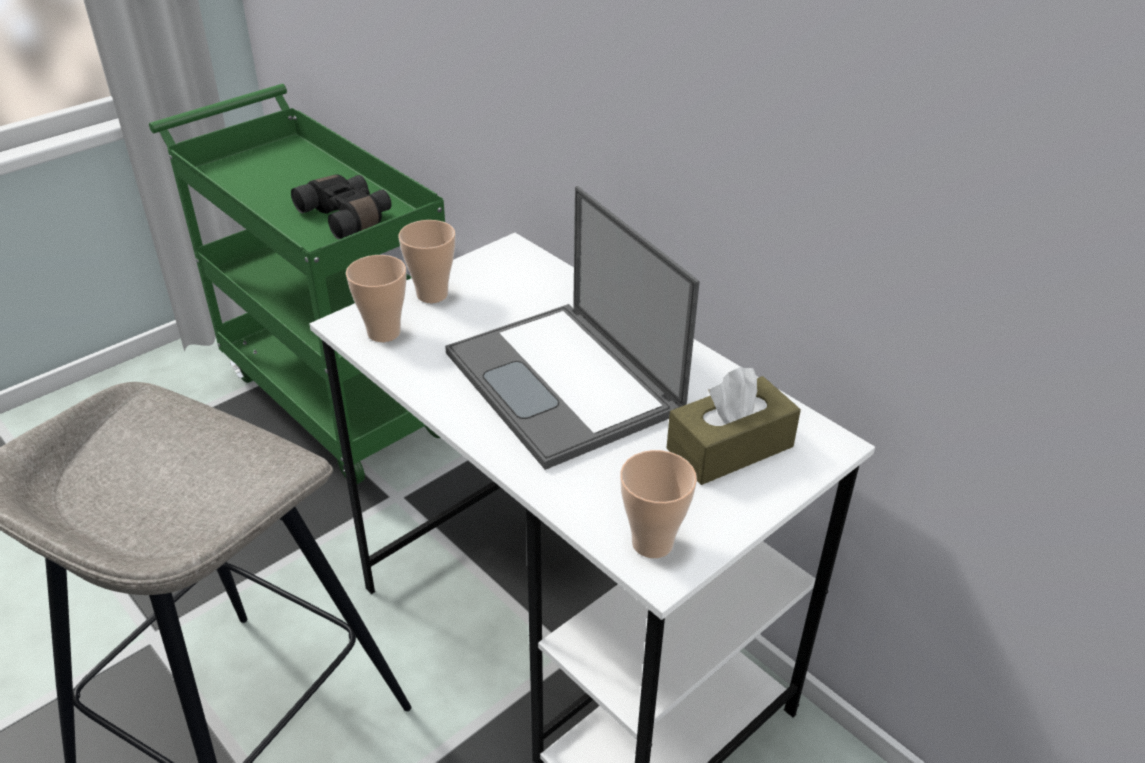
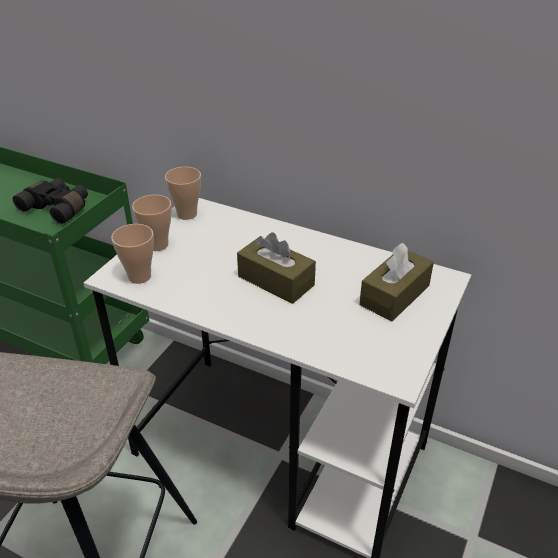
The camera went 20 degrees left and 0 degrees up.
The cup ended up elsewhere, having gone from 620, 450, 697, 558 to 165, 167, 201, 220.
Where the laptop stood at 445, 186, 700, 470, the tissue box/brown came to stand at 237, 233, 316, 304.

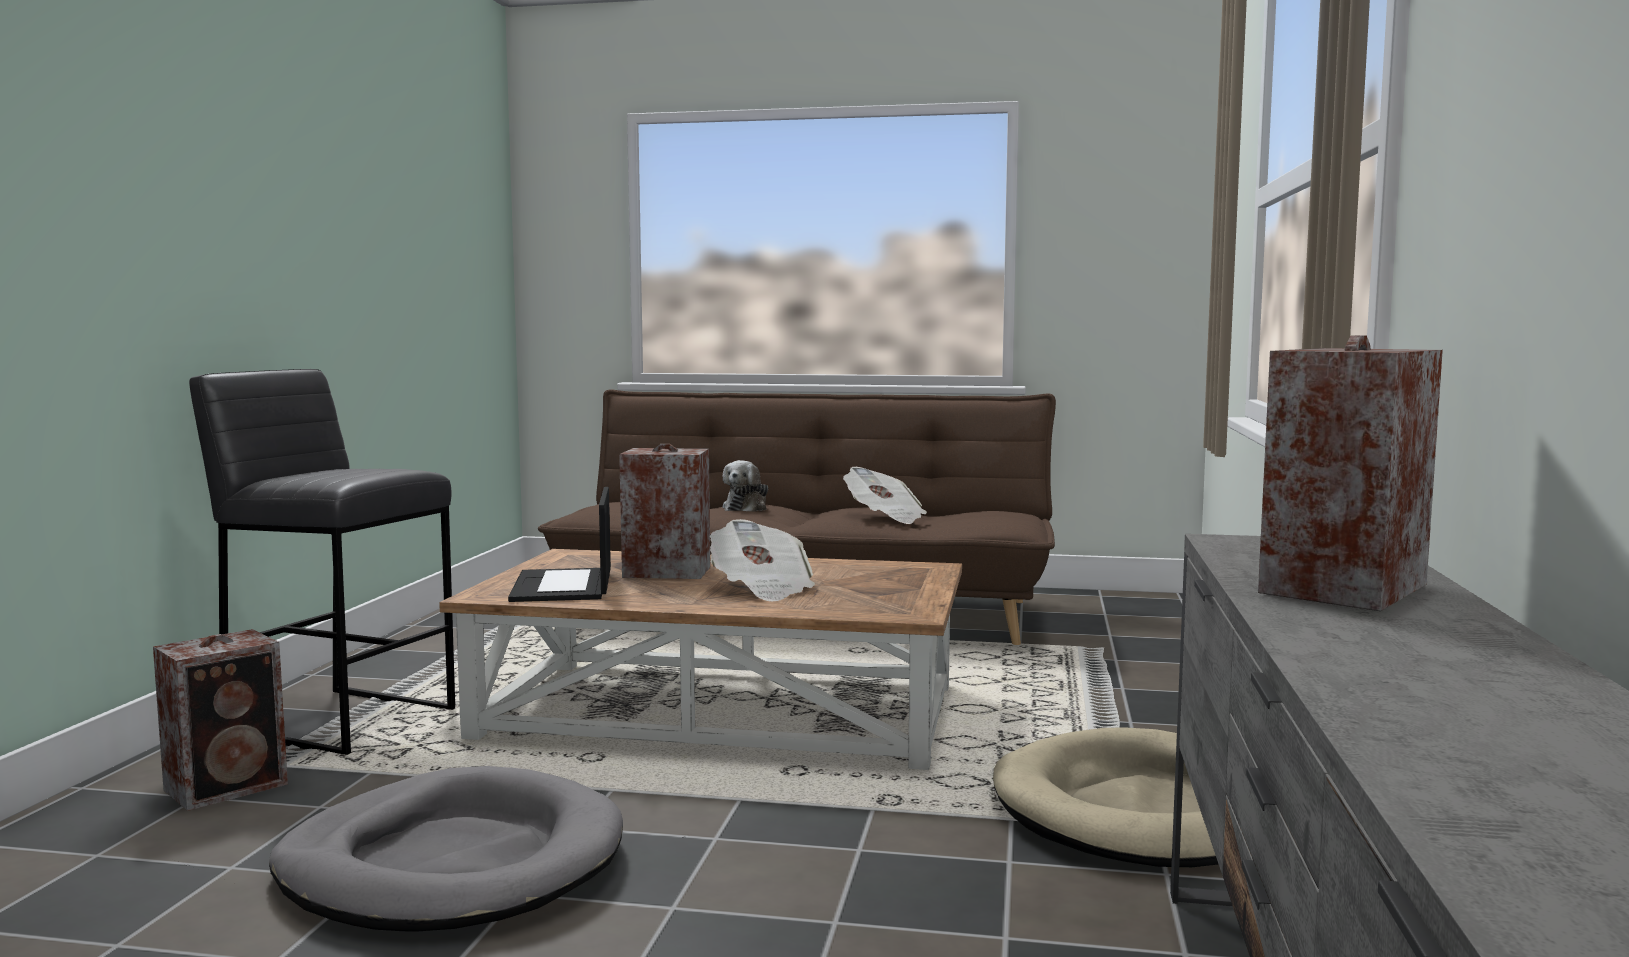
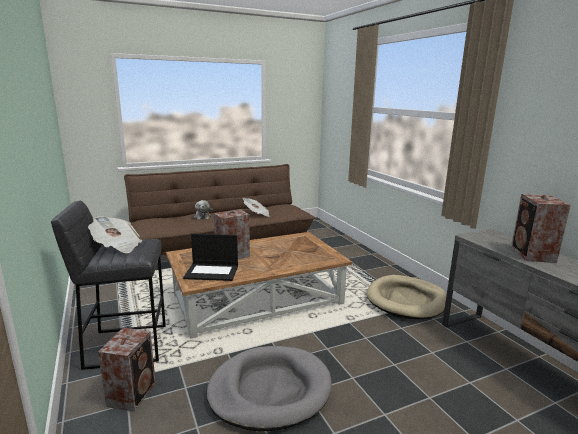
The camera went 35 degrees left and 10 degrees up.
The newspaper ended up elsewhere, having gone from 710, 519, 815, 602 to 88, 216, 142, 253.
The laptop at 508, 487, 611, 602 ended up facing another way, 45 degrees counterclockwise from before.

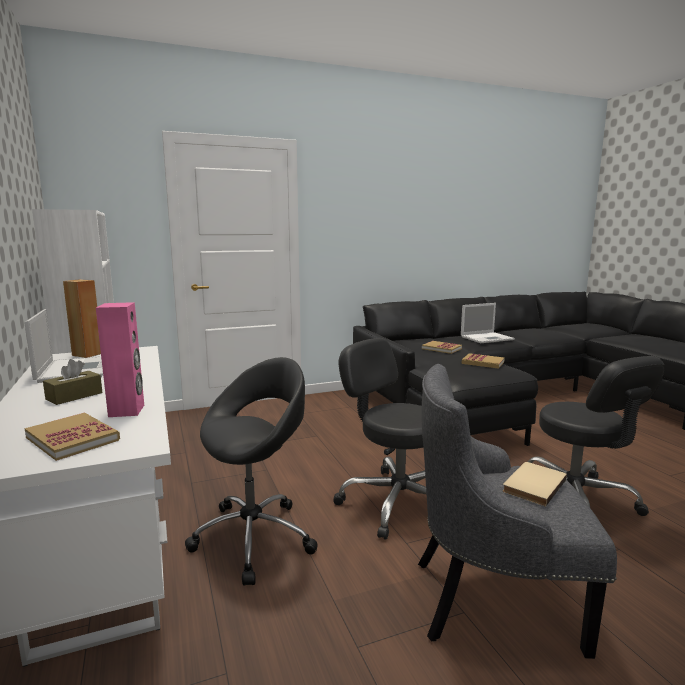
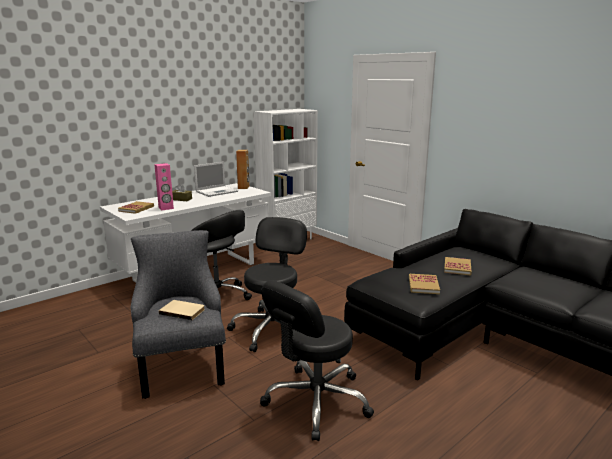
The camera went 70 degrees right and 5 degrees up.
The second view lost the laptop at 461, 303, 515, 343.

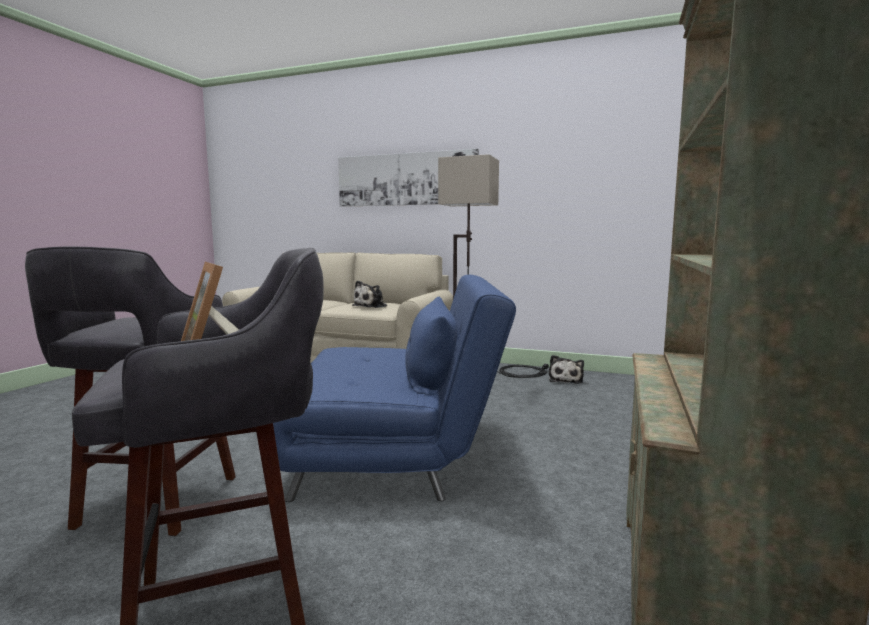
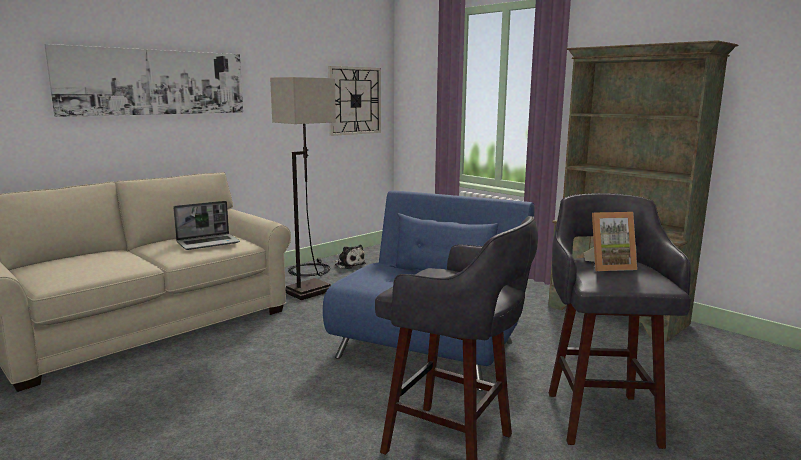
The camera went 65 degrees left and 5 degrees up.
Where the plush toy stood at 352, 280, 387, 308, the laptop came to stand at 173, 201, 240, 250.
The second view gained the wall clock at 328, 66, 381, 136.

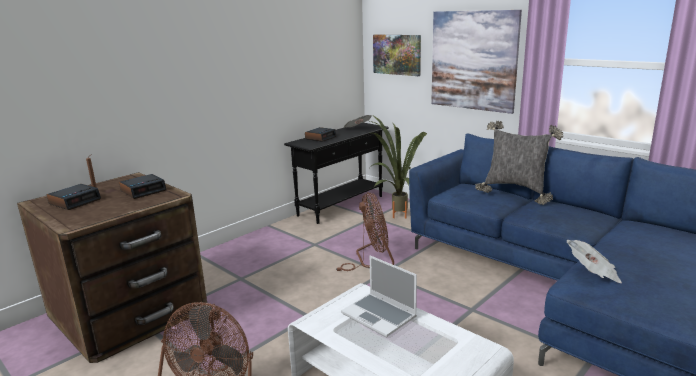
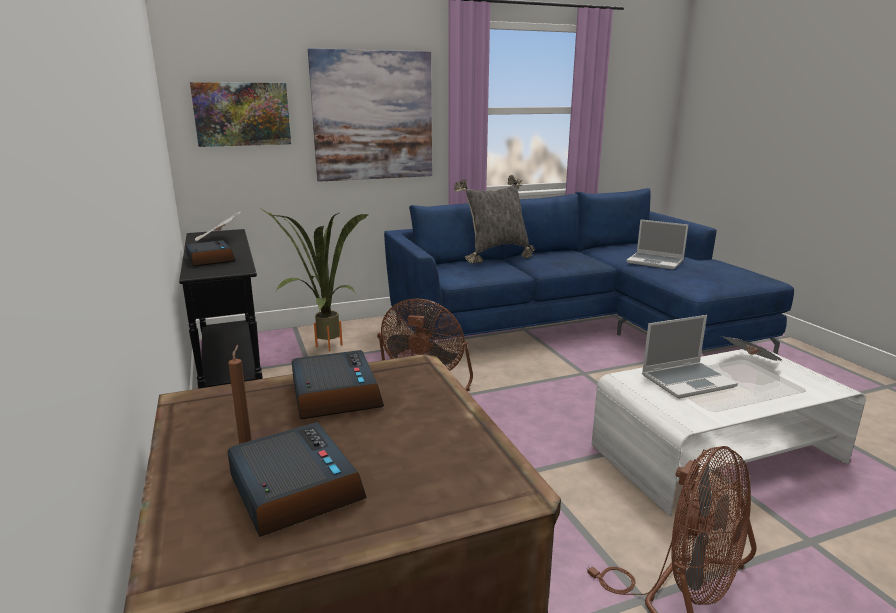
The camera went 65 degrees left and 0 degrees up.
The second view gained the laptop at 626, 219, 688, 269.
The newspaper ended up elsewhere, having gone from 566, 240, 622, 283 to 721, 336, 783, 362.

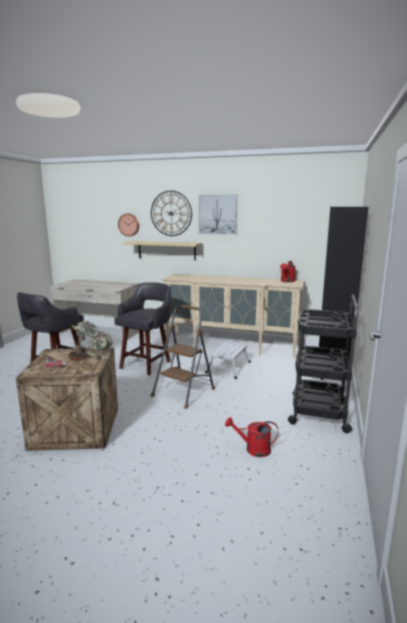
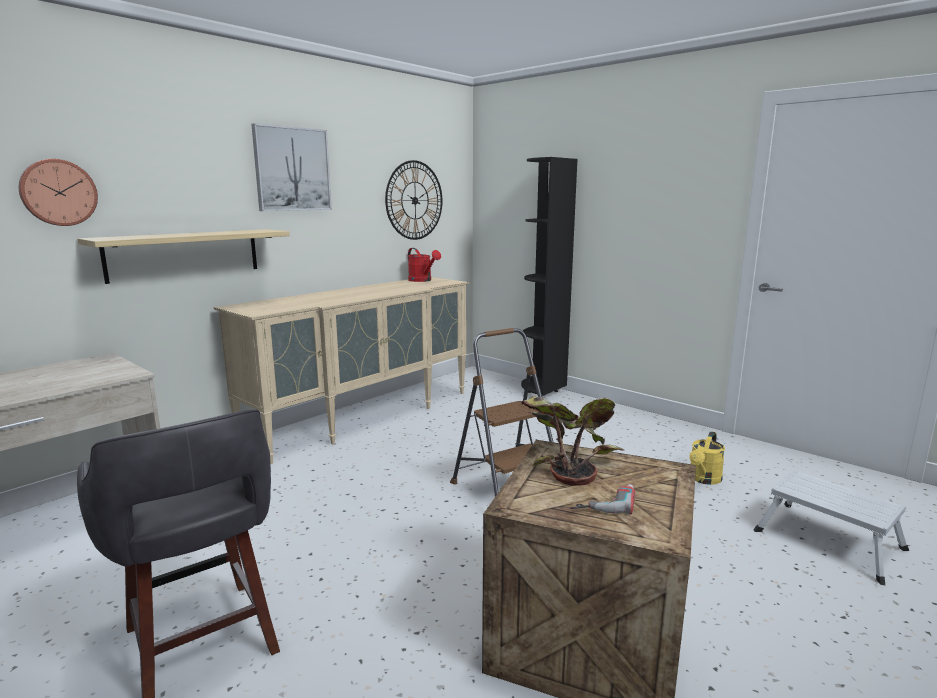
The camera went 65 degrees left and 0 degrees up.
The wall clock ended up elsewhere, having gone from 151, 190, 192, 236 to 385, 160, 443, 240.
What was the watering can/red at 225, 417, 278, 457 turned into the watering can/yellow at 689, 431, 725, 485.
The step ladder/white ended up elsewhere, having gone from 205, 342, 251, 379 to 753, 470, 909, 585.
The second view lost the stool/grey at 114, 282, 171, 375.
The second view lost the cart/black at 288, 294, 358, 433.

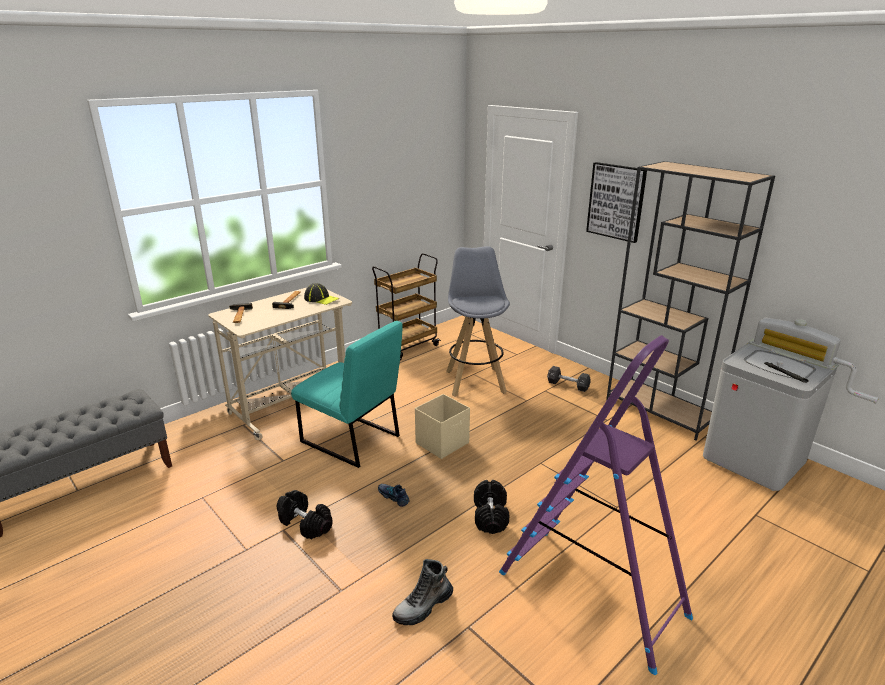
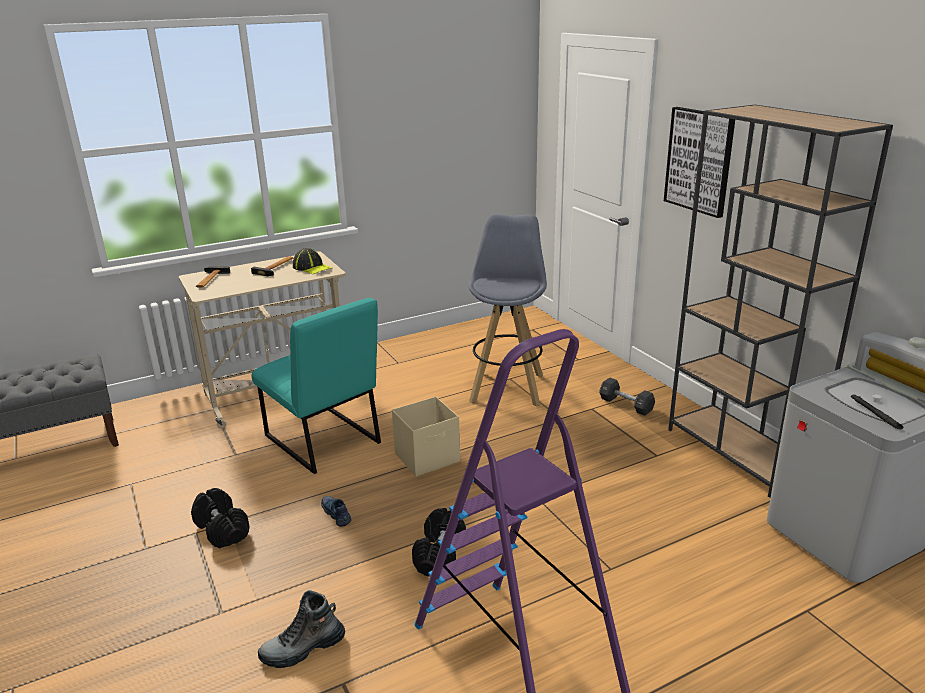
The camera went 15 degrees right and 0 degrees up.
The second view lost the cart/brown at 372, 253, 441, 361.

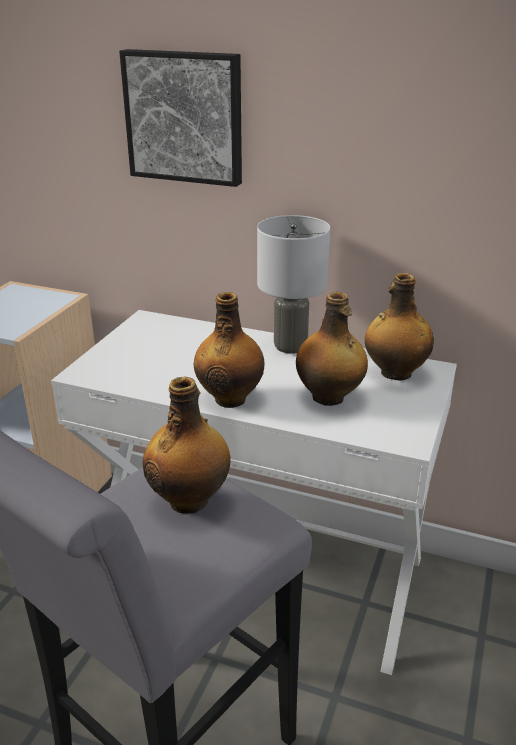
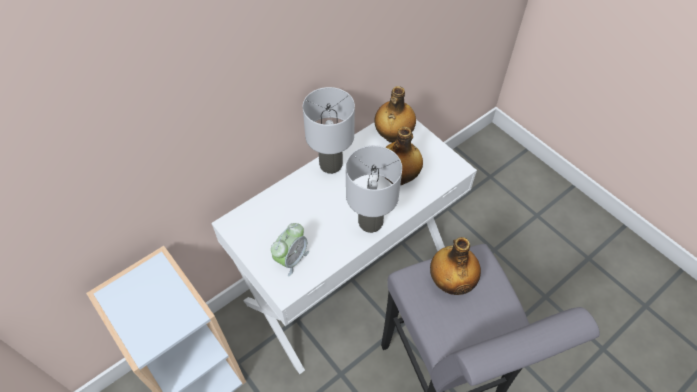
The camera went 60 degrees left and 25 degrees up.
The second view gained the alarm clock at 271, 223, 309, 277.
Where the bottle stood at 193, 292, 264, 408, the table lamp/white came to stand at 346, 145, 402, 233.
The second view lost the picture at 119, 49, 242, 187.

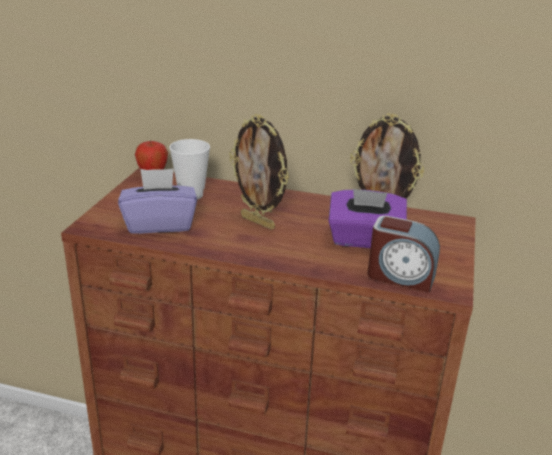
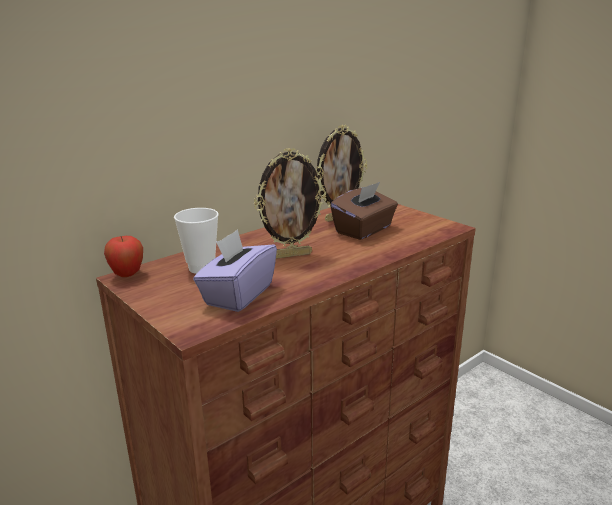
The camera went 55 degrees left and 5 degrees down.
What was the tissue box/purple at 328, 188, 407, 248 turned into the tissue box/brown at 330, 182, 398, 240.
The second view lost the alarm clock at 368, 216, 440, 292.

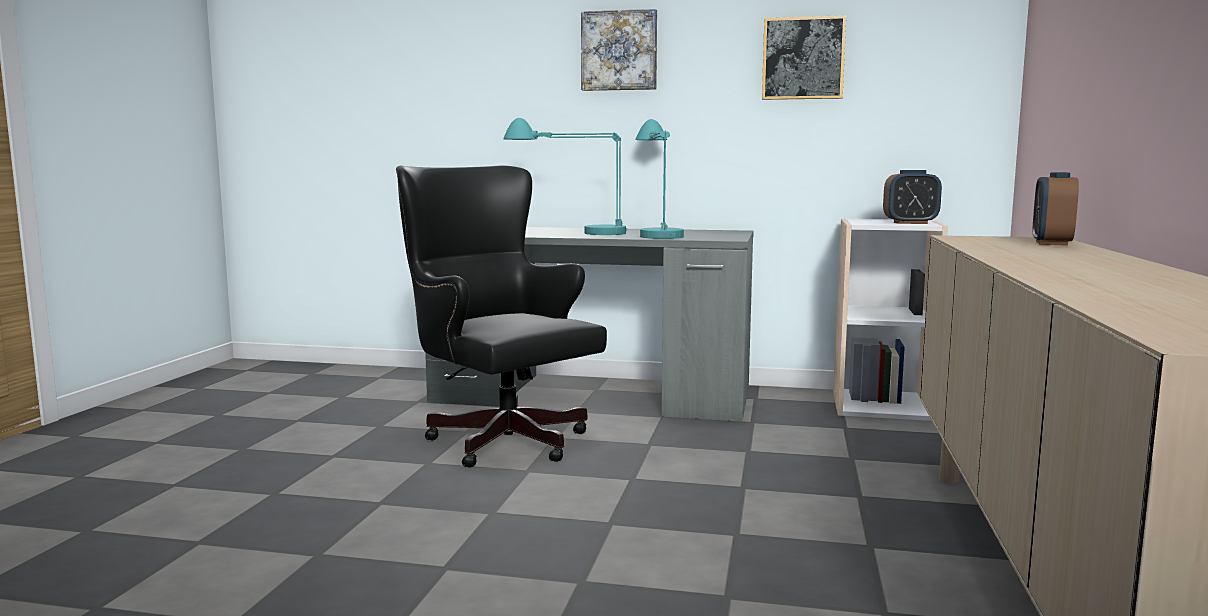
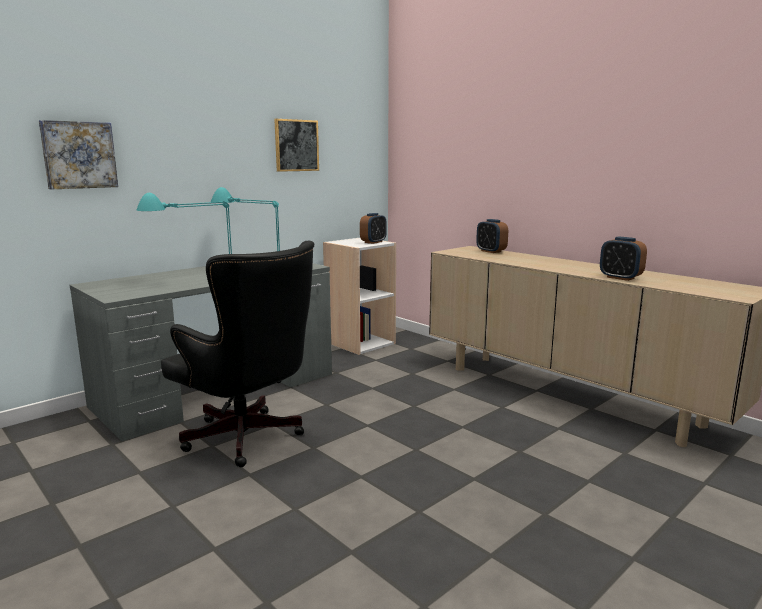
The camera went 55 degrees left and 5 degrees up.
The picture ended up elsewhere, having gone from 581, 9, 657, 91 to 39, 120, 118, 189.
The office chair/black at 396, 165, 607, 468 ended up facing another way, 135 degrees counterclockwise from before.
The second view gained the alarm clock at 600, 236, 647, 281.

